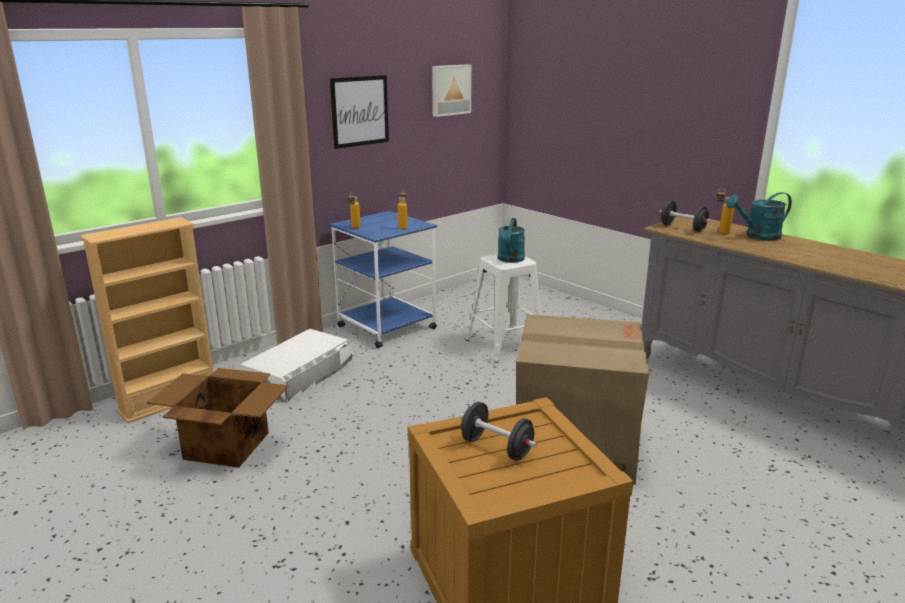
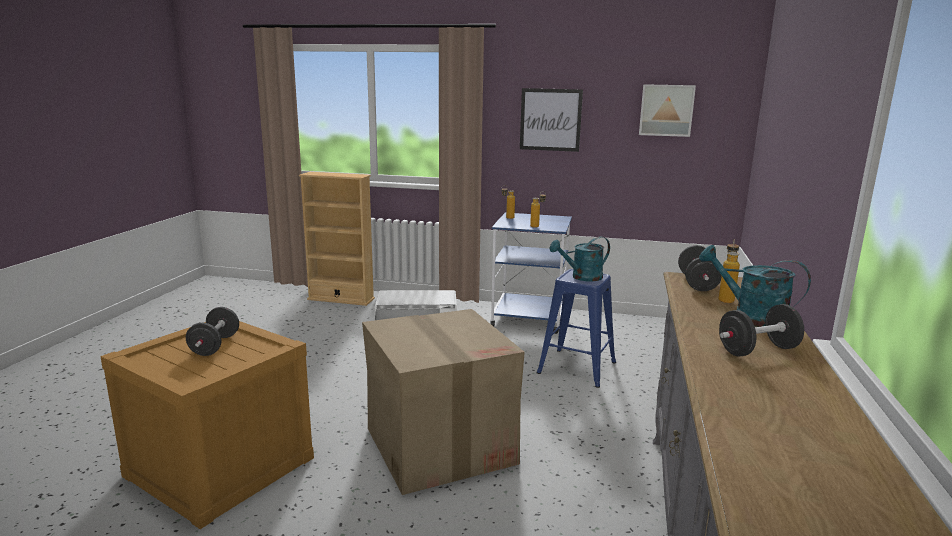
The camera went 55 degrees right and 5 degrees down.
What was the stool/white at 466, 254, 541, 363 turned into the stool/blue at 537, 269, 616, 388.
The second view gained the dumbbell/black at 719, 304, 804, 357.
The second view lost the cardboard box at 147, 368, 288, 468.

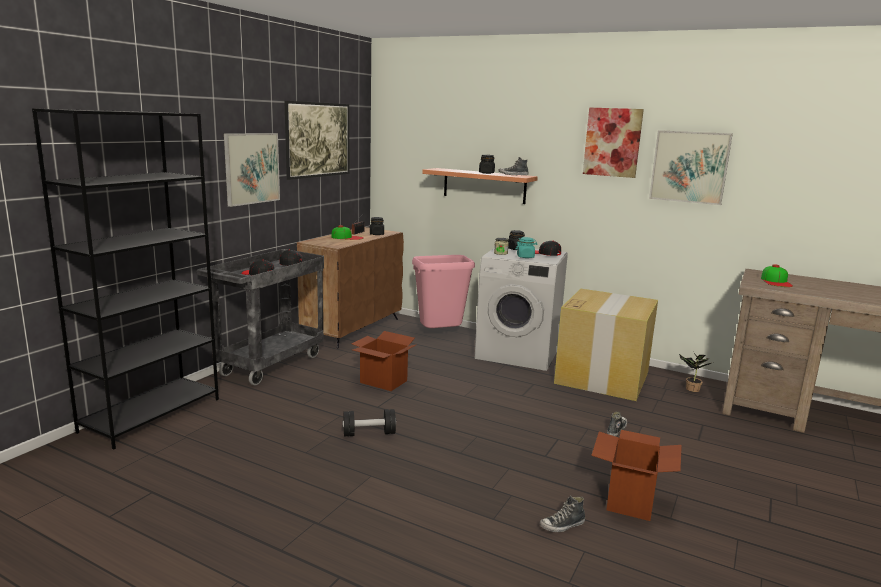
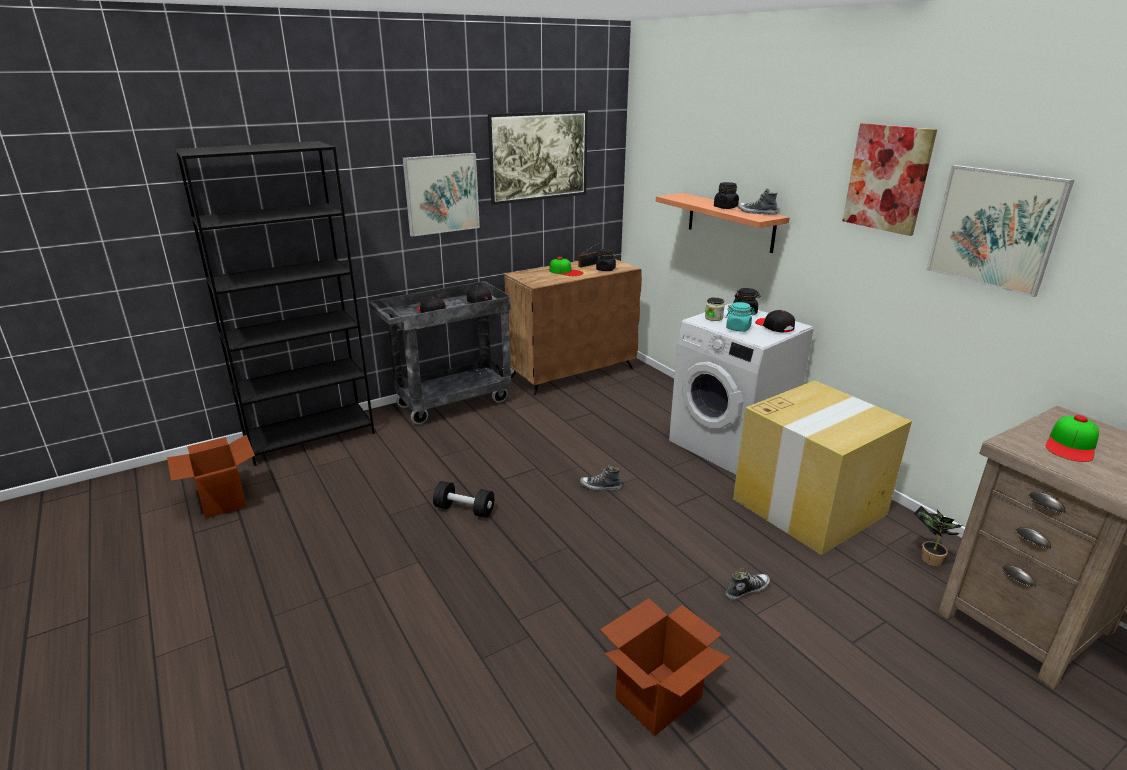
The camera went 30 degrees right and 10 degrees up.
The cardboard box ended up elsewhere, having gone from 351, 331, 417, 391 to 167, 435, 255, 519.
The shoe ended up elsewhere, having gone from 540, 495, 585, 532 to 580, 465, 622, 490.
The second view lost the trash can/pink at 412, 255, 475, 328.

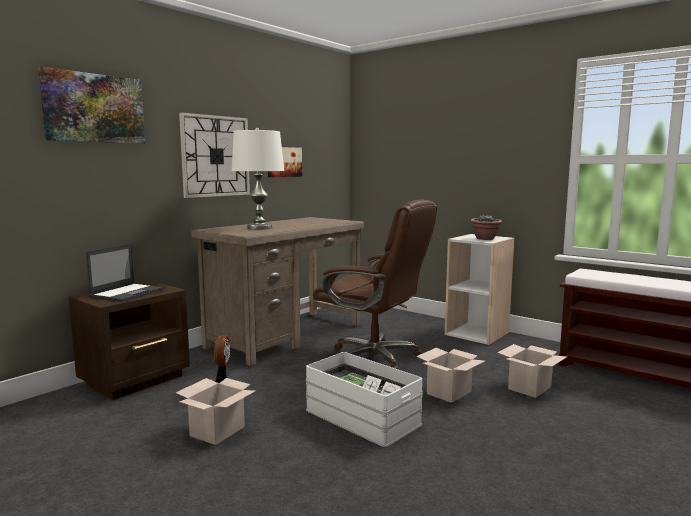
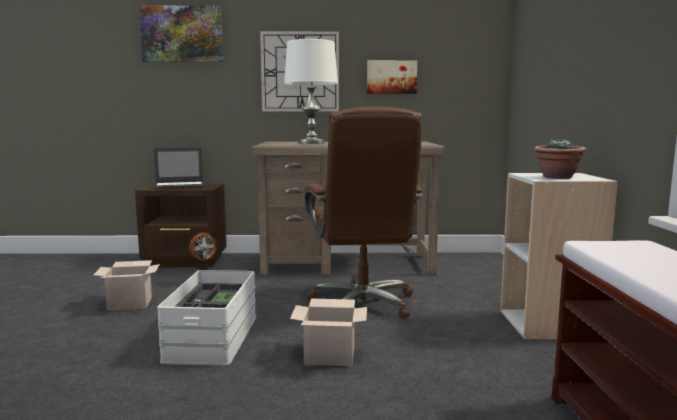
The camera went 50 degrees right and 0 degrees up.
The second view lost the cardboard box at 497, 344, 567, 398.

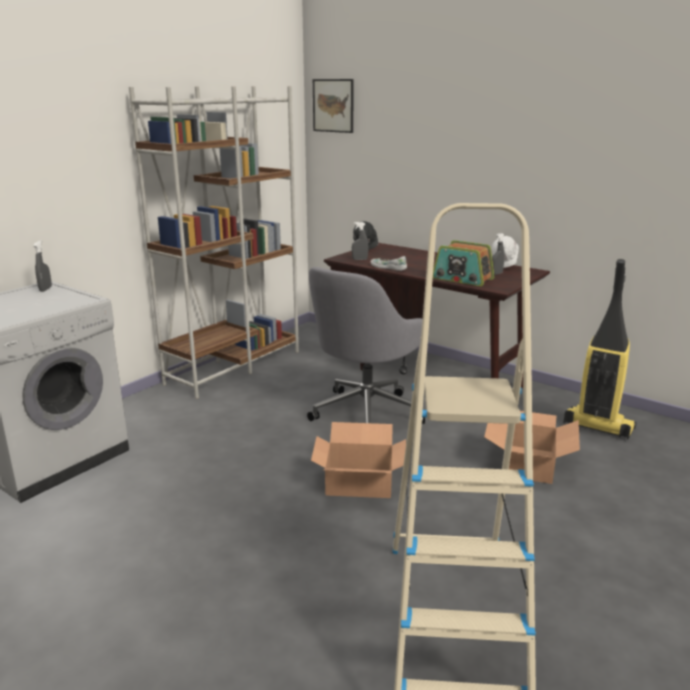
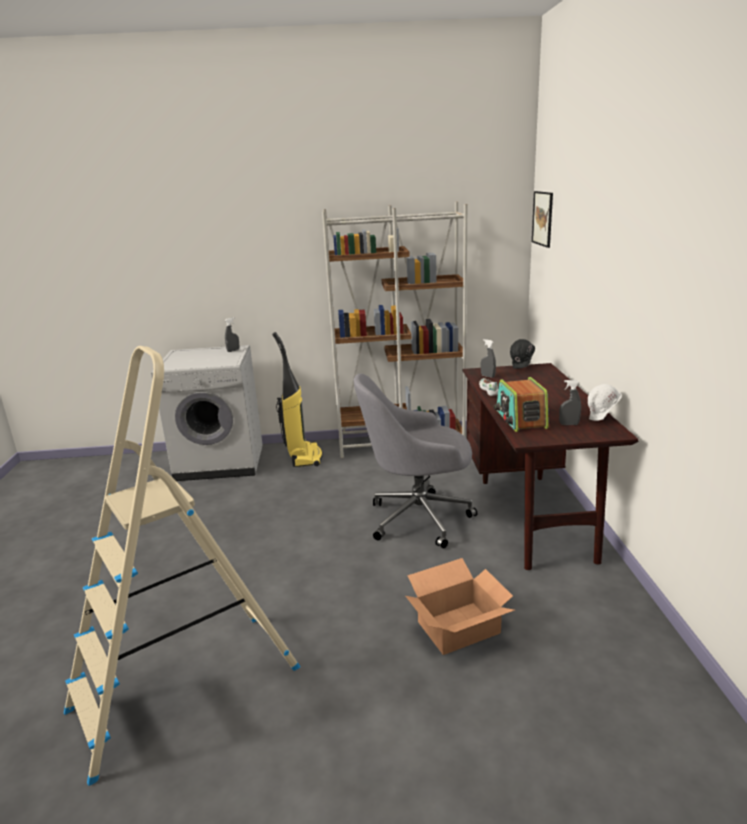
The camera went 50 degrees right and 0 degrees up.
The vacuum cleaner ended up elsewhere, having gone from 563, 259, 637, 440 to 272, 332, 323, 467.
The second view lost the cardboard box at 311, 422, 406, 498.

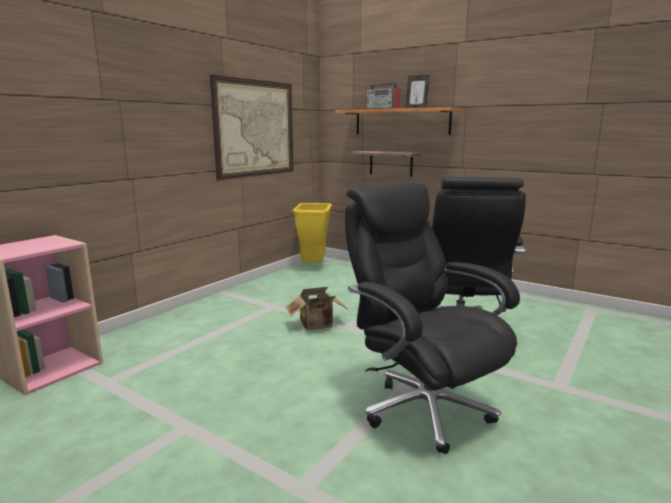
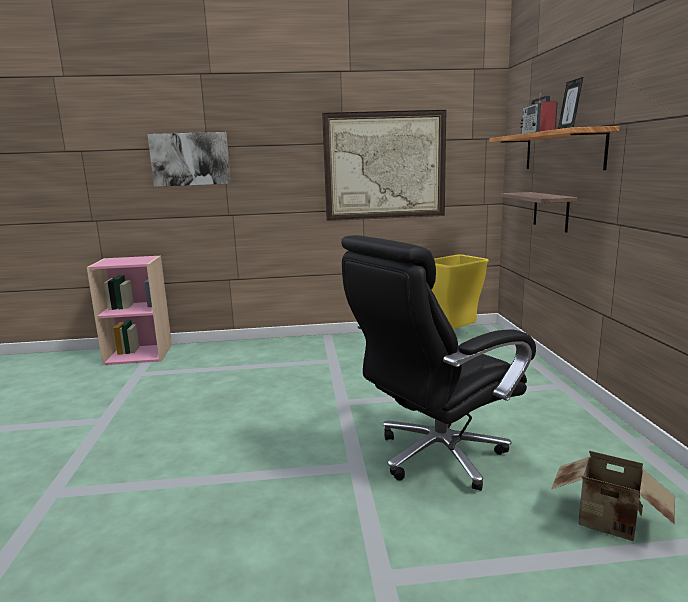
The camera went 50 degrees right and 0 degrees up.
The second view gained the picture at 148, 132, 231, 187.
The cardboard box ended up elsewhere, having gone from 286, 287, 347, 330 to 551, 451, 675, 541.
The second view lost the office chair/black at 345, 182, 520, 454.

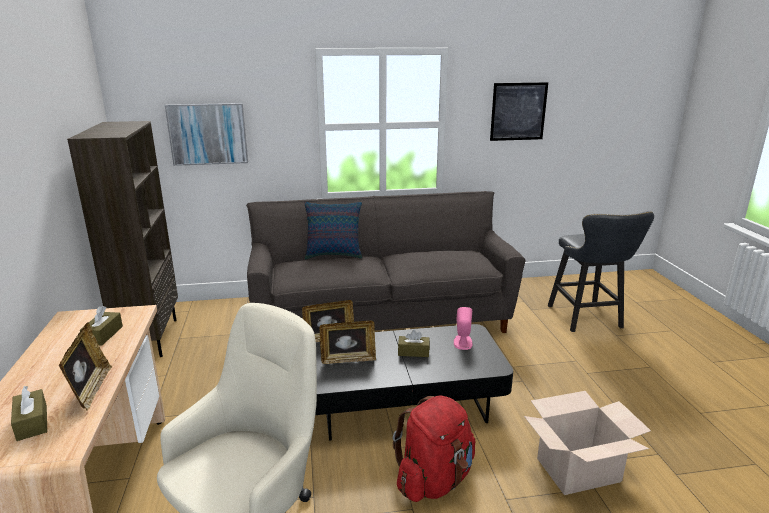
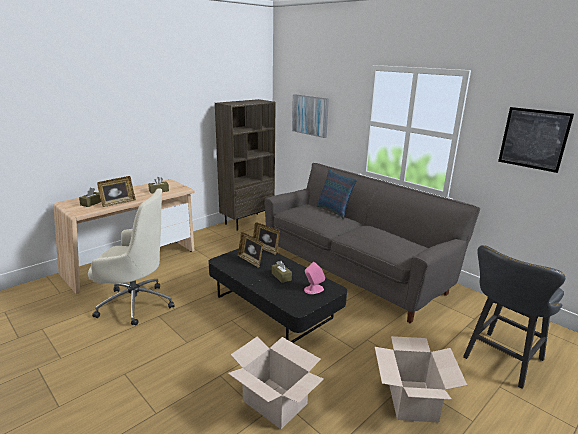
The camera went 55 degrees right and 0 degrees up.
The second view gained the cardboard box at 375, 336, 467, 423.
The second view lost the backpack/red at 393, 395, 475, 502.

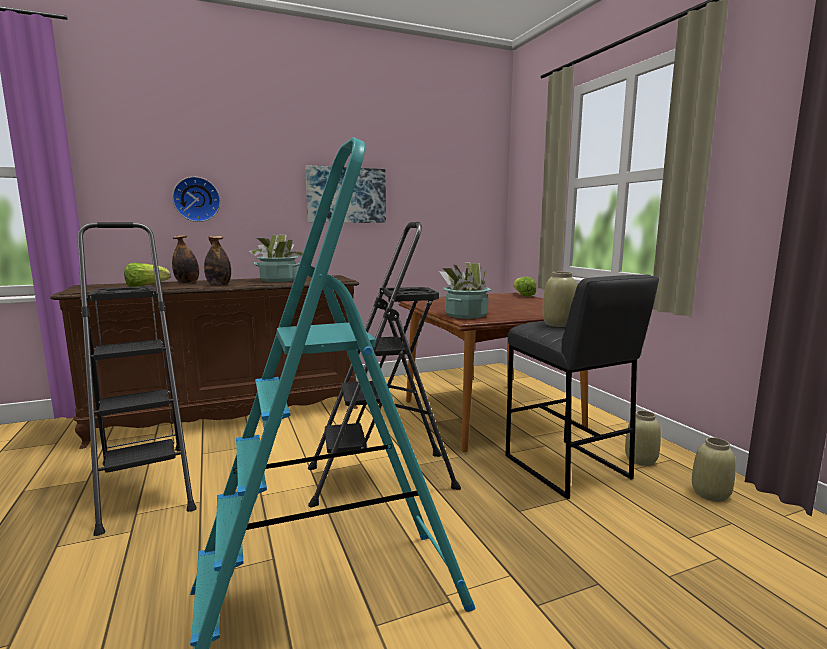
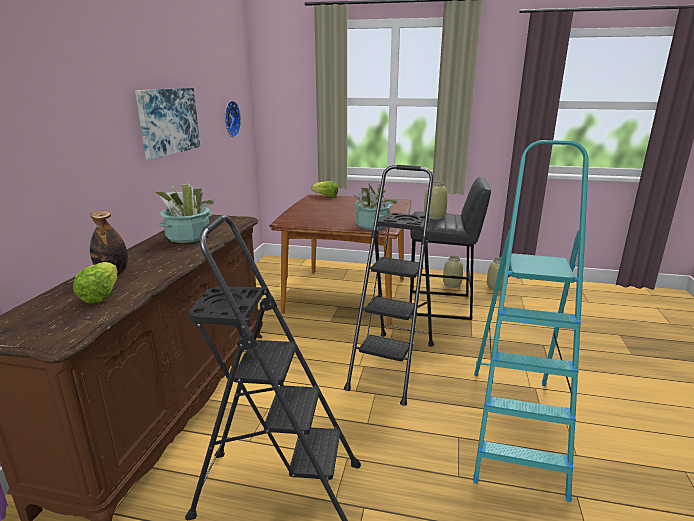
The camera went 55 degrees left and 10 degrees up.
The wall clock ended up elsewhere, having gone from 172, 177, 220, 222 to 225, 101, 241, 138.
The second view lost the bottle at 204, 236, 231, 286.

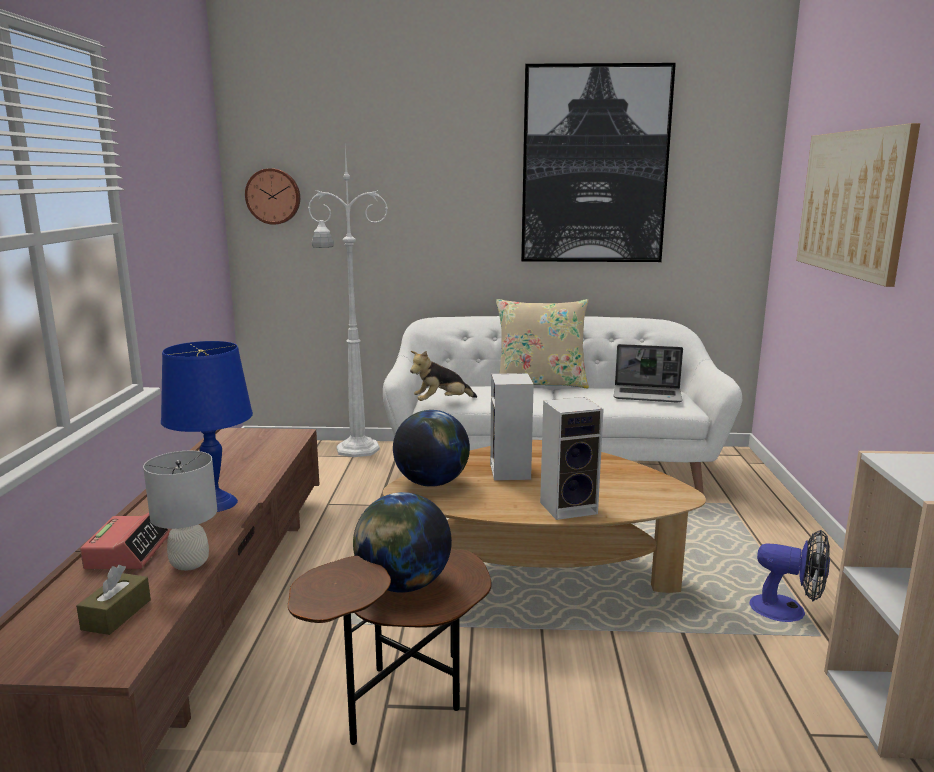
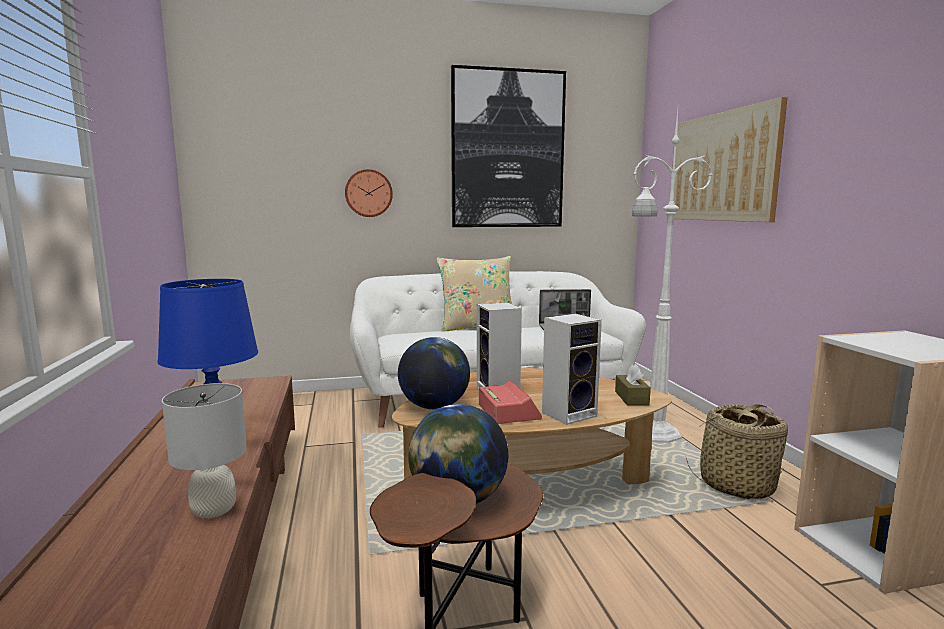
The camera went 15 degrees left and 5 degrees down.
The wall clock ended up elsewhere, having gone from 245, 168, 300, 225 to 345, 169, 393, 217.
The alarm clock ended up elsewhere, having gone from 80, 513, 170, 569 to 479, 380, 542, 424.
The tissue box/brown ended up elsewhere, having gone from 76, 565, 151, 635 to 615, 364, 651, 406.
The floor lamp/white ended up elsewhere, having gone from 308, 148, 388, 457 to 632, 109, 712, 443.
Where the fan stood at 749, 530, 830, 622, the basket came to stand at 686, 404, 788, 499.
The second view lost the plush toy at 410, 351, 477, 401.

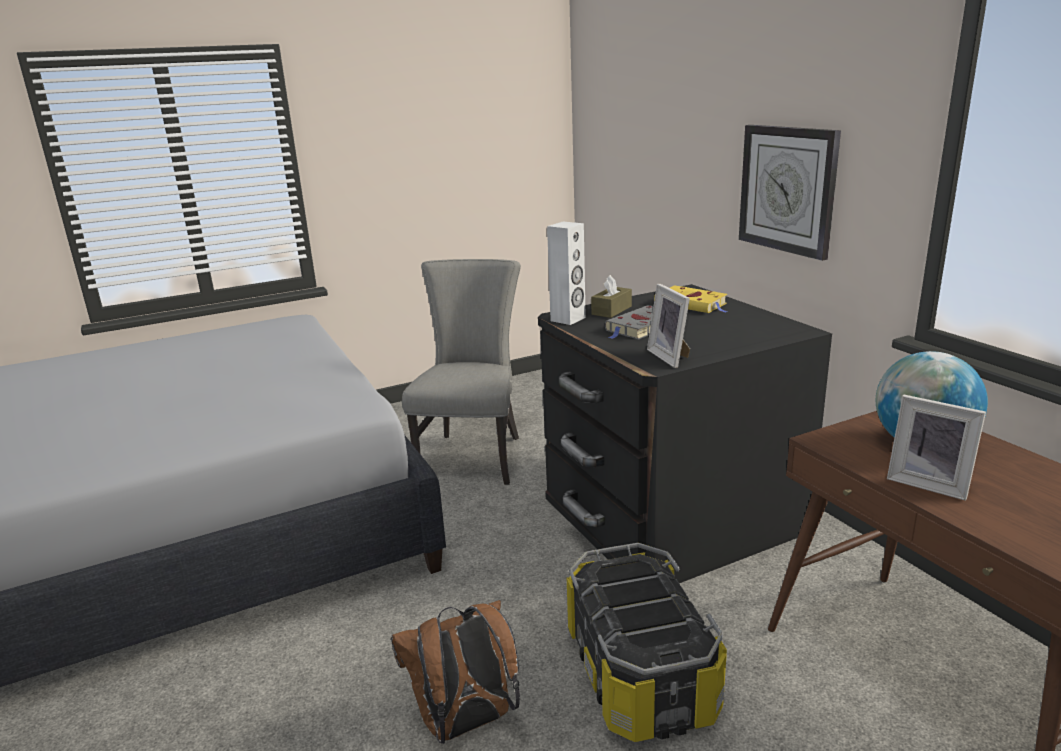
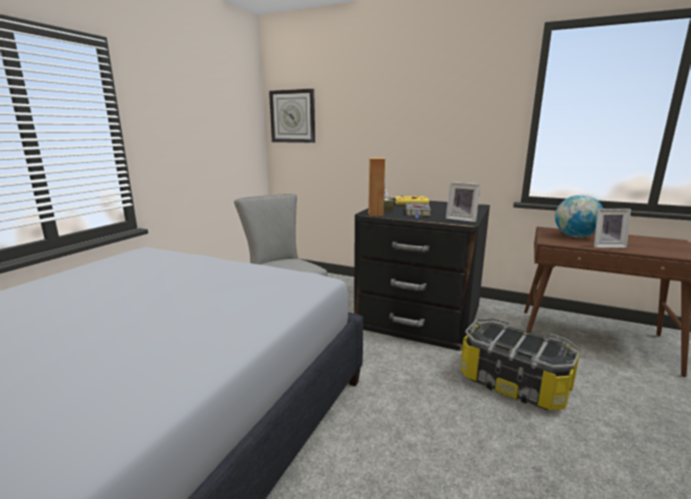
The camera went 40 degrees left and 5 degrees down.
The wall clock ended up elsewhere, having gone from 739, 125, 841, 261 to 269, 89, 315, 143.
What was the speaker/white at 547, 222, 586, 325 turned into the speaker/brown at 368, 158, 385, 216.
The second view lost the backpack/brown at 391, 600, 520, 744.

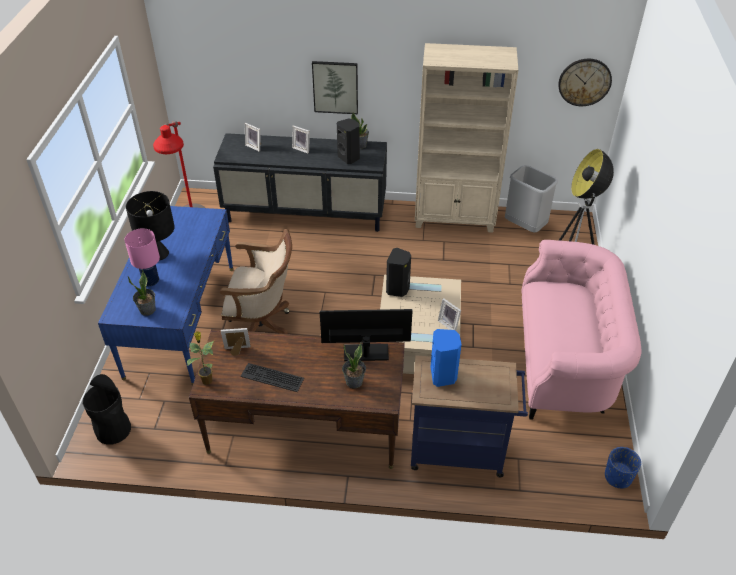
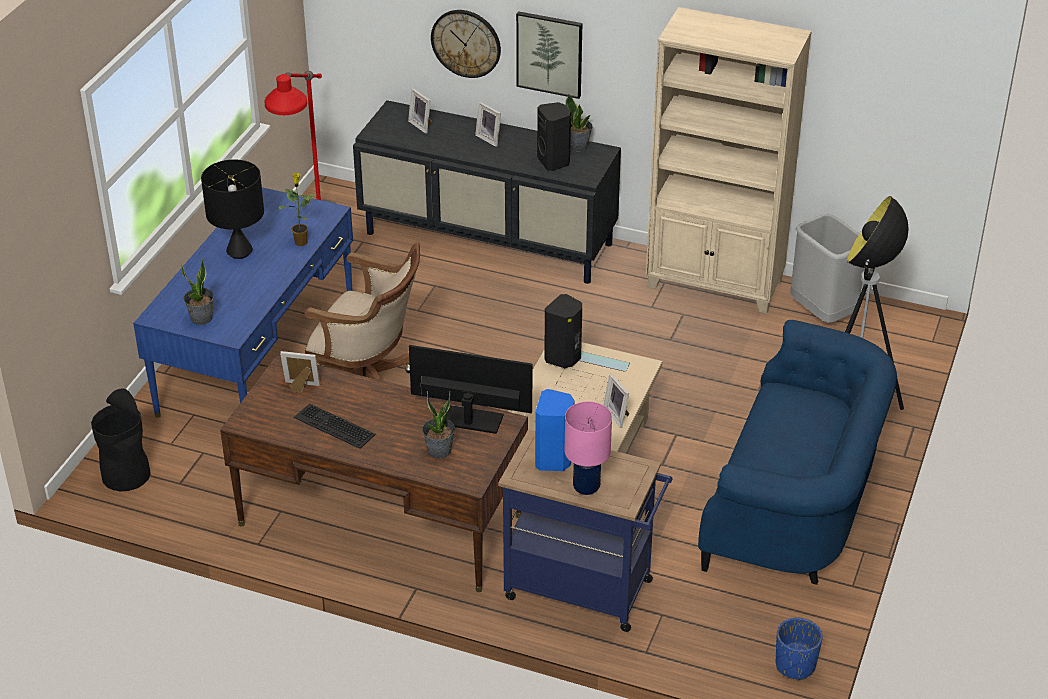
The camera went 15 degrees right and 5 degrees down.
The potted plant ended up elsewhere, having gone from 187, 331, 214, 385 to 279, 172, 316, 246.
The wall clock ended up elsewhere, having gone from 558, 59, 612, 106 to 431, 10, 501, 78.
The table lamp/pink ended up elsewhere, having gone from 125, 228, 160, 286 to 565, 402, 612, 495.
What was the sofa/pink at 521, 240, 642, 420 turned into the sofa/blue at 698, 320, 897, 585.

